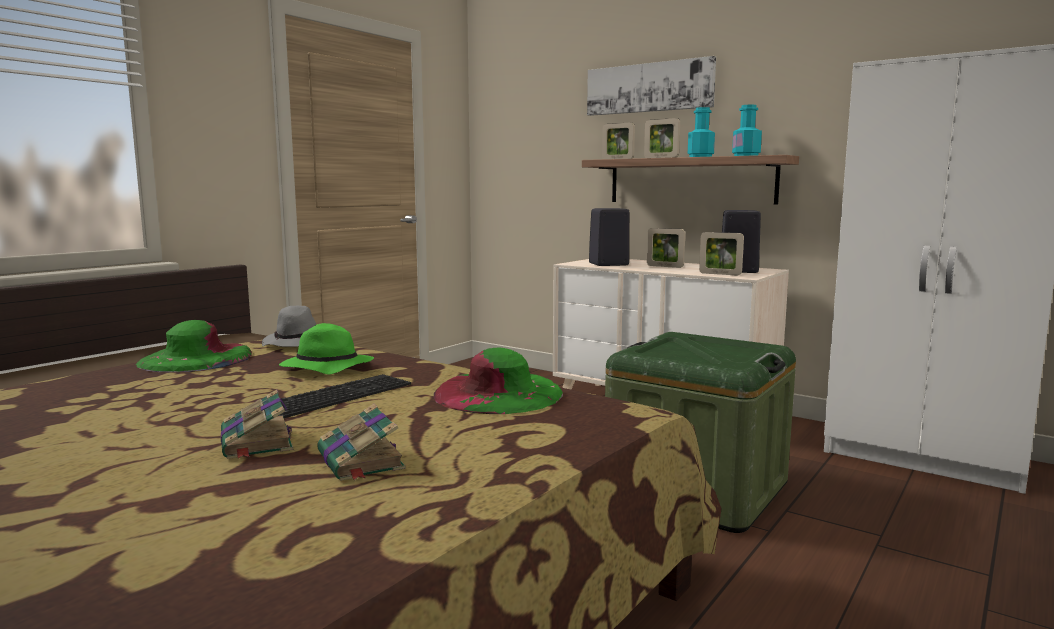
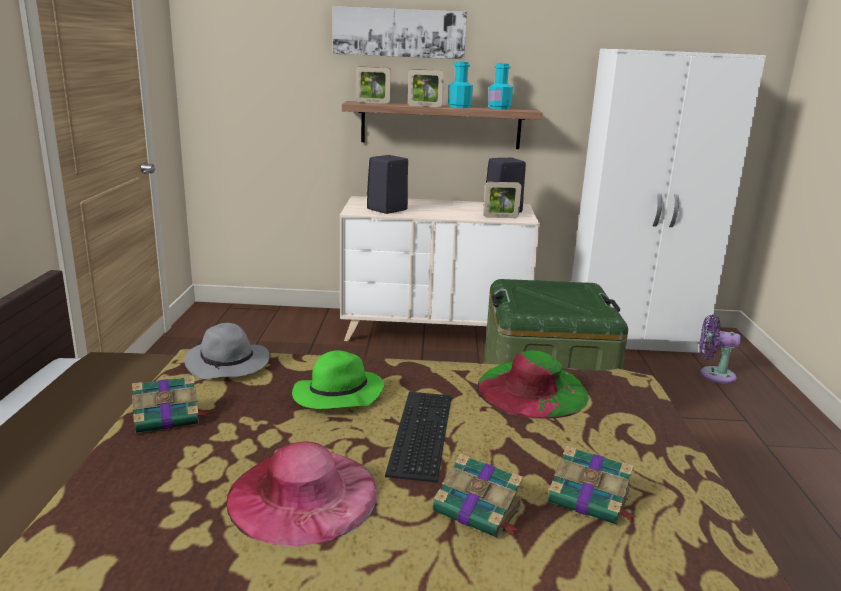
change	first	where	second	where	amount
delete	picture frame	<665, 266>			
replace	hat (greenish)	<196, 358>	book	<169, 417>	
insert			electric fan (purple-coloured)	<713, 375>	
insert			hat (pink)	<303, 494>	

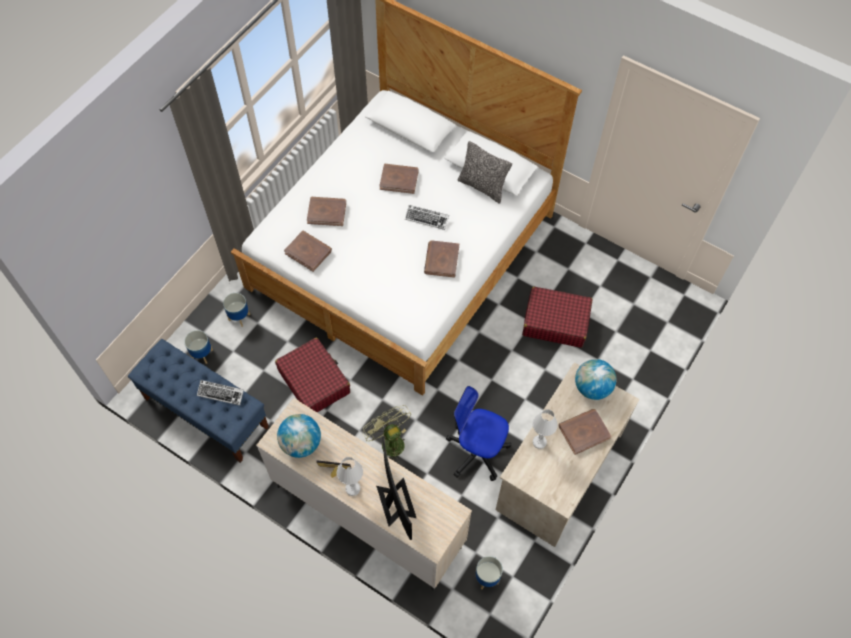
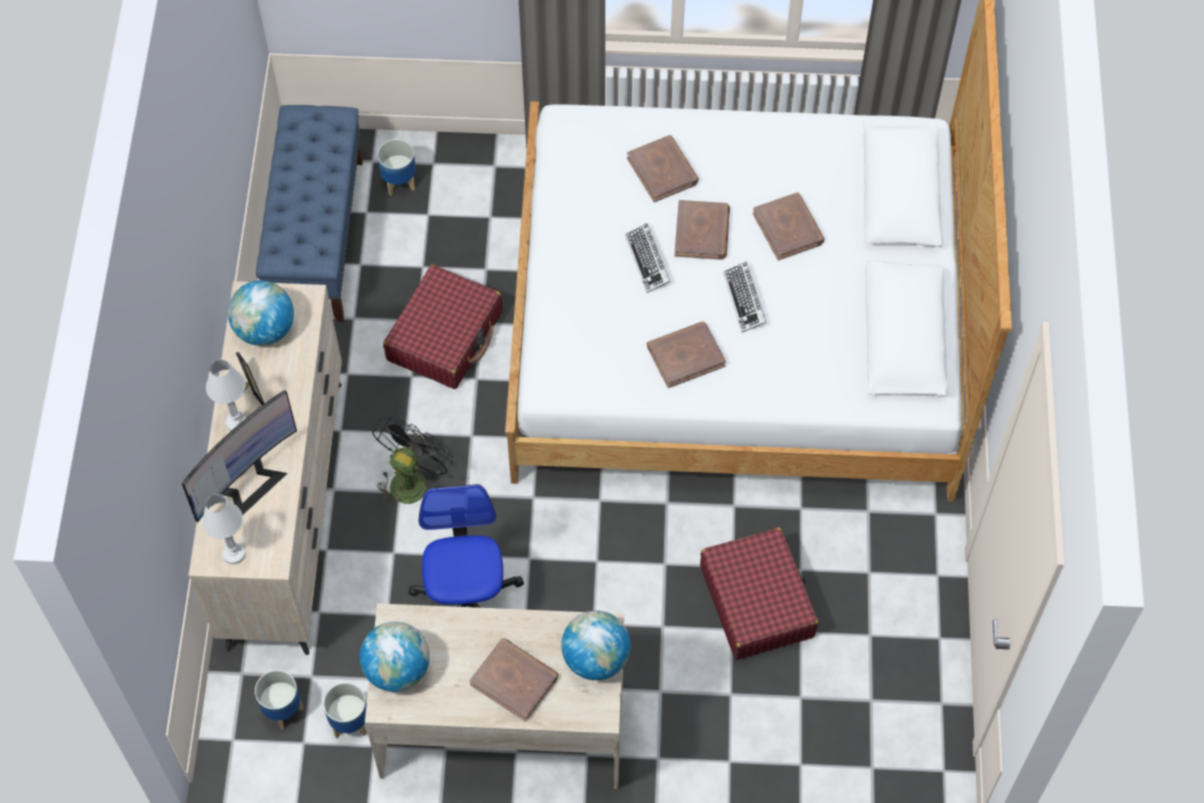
change	first	where	second	where	amount
delete	pillow	<482, 187>			
move	book (brown)	<308, 252>		<702, 232>	
move	flower pot	<239, 317>		<350, 722>	
move	PC keyboard	<221, 393>		<647, 260>	
recolor	electric fan (greenish)	<389, 442>	electric fan (black-coloured)	<411, 479>	
move	tabletop lamp (white)	<539, 442>		<234, 553>	
insert			desk globe	<397, 669>	

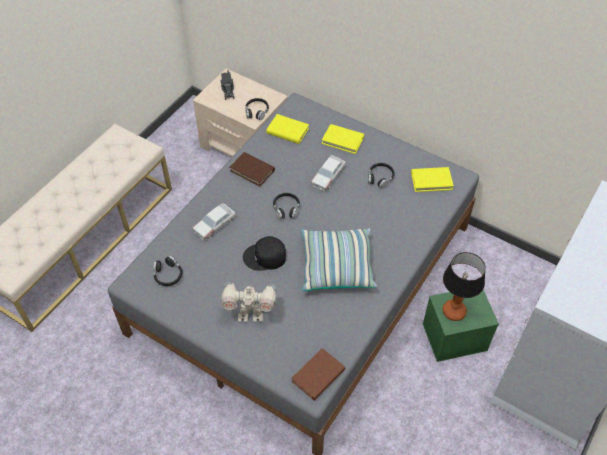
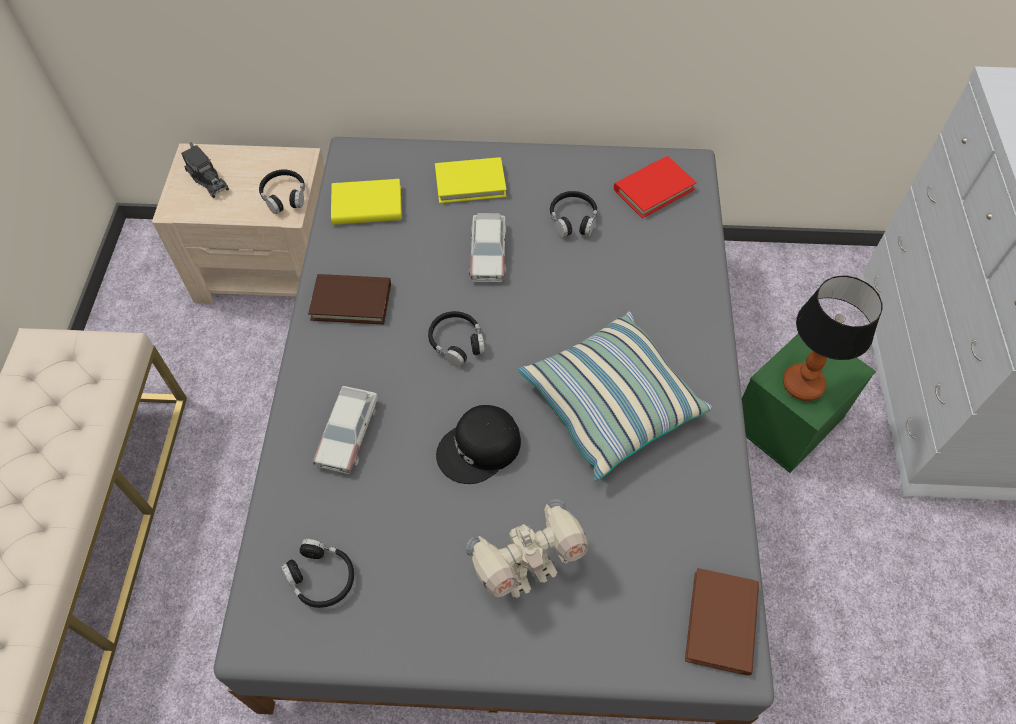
change	first	where	second	where	amount
recolor	book (yellowish)	<431, 181>	book (red-coloured)	<653, 189>	

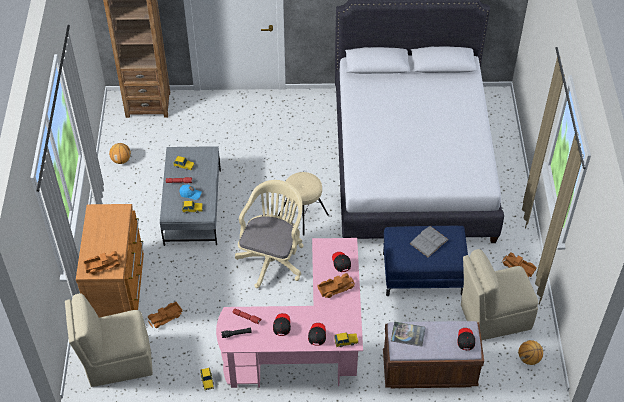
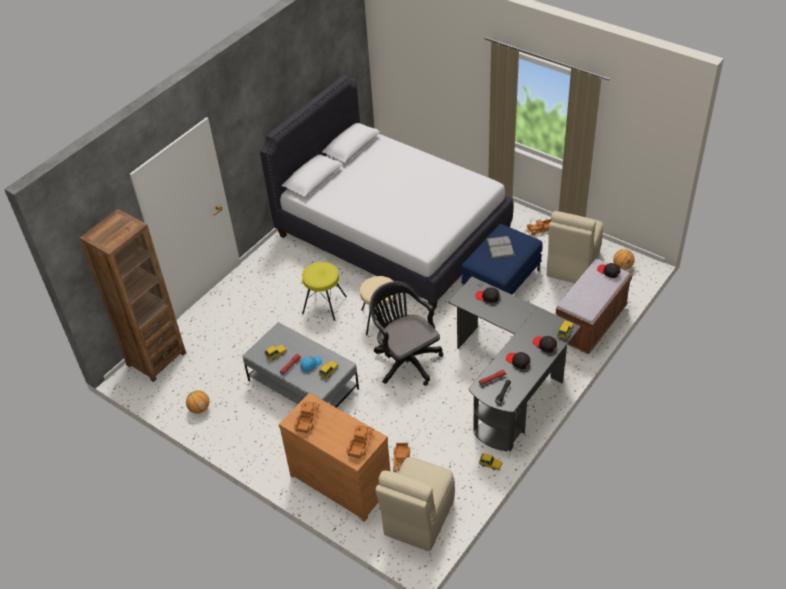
change	first	where	second	where	amount
recolor	office chair (sand-coloured)	<273, 258>	office chair (black-coloured)	<405, 360>	
recolor	desk (pink)	<306, 348>	desk (black-coloured)	<511, 384>	
move	toy lorry	<335, 287>		<306, 419>	
delete	book	<408, 334>			
insert			stool seat (yellowish)	<324, 305>	

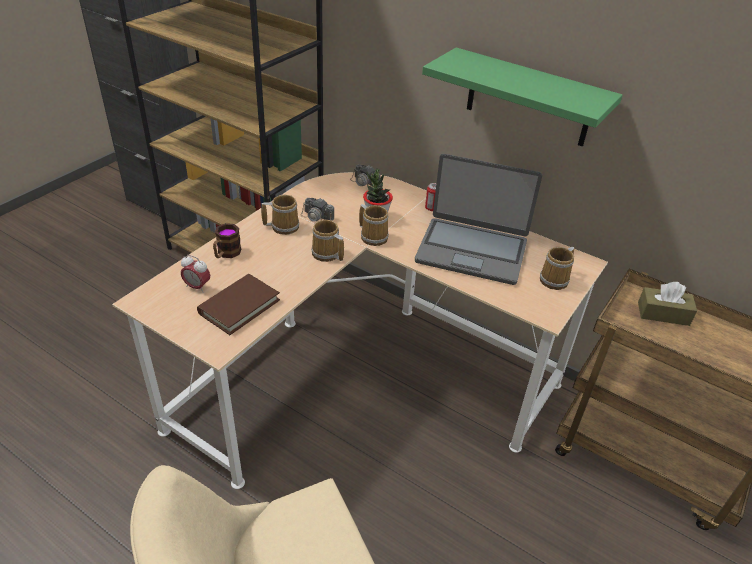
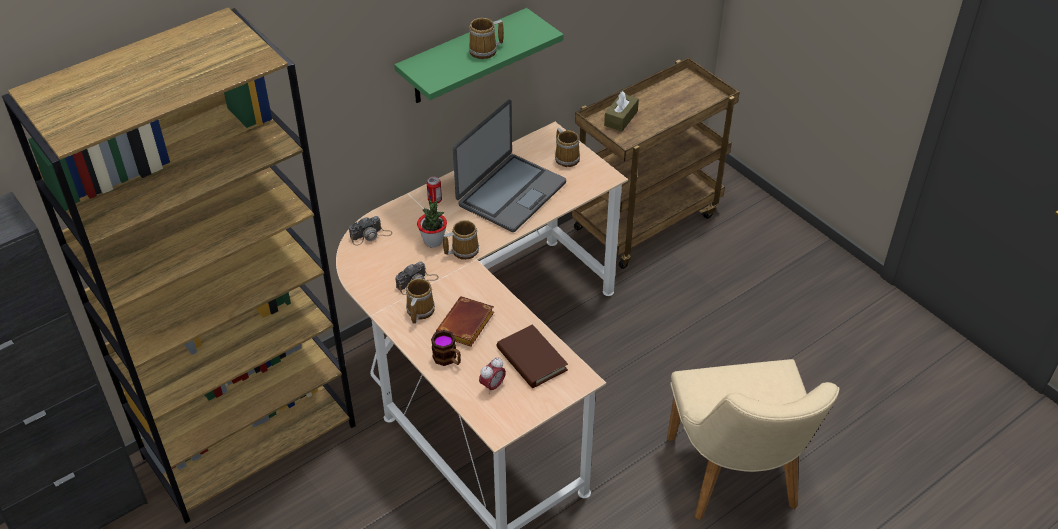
change	first	where	second	where	amount
move	mug	<326, 254>		<485, 51>	
insert			book (brown)	<466, 326>	

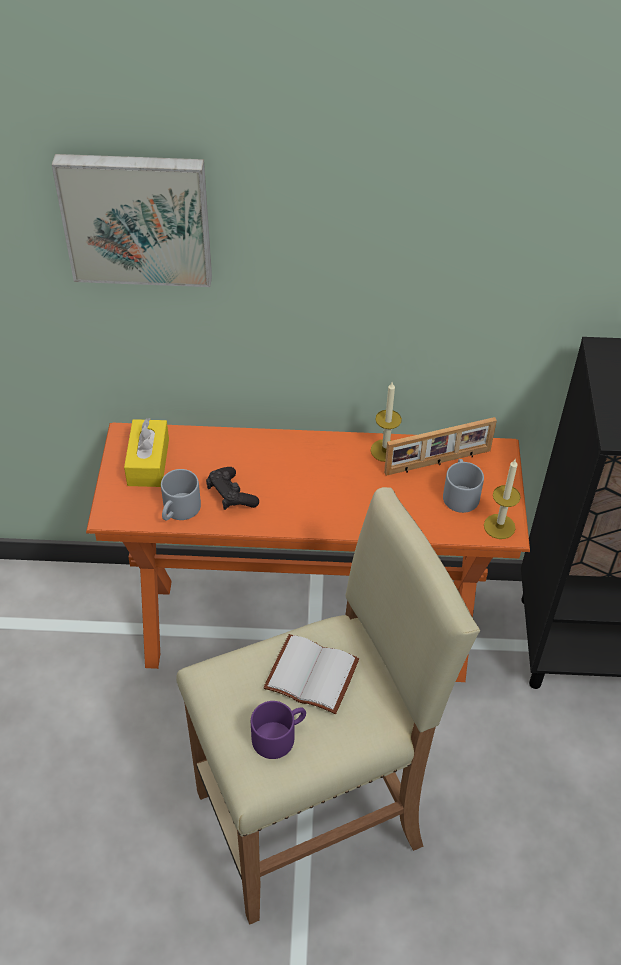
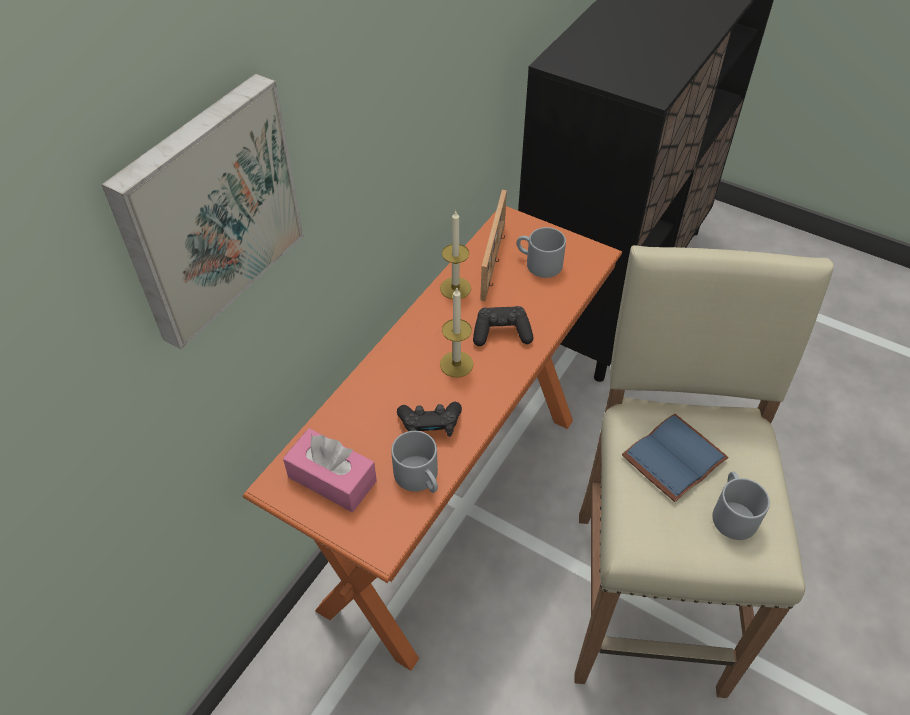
change	first	where	second	where	amount
recolor	tissue box (yellowish)	<148, 462>	tissue box (pink)	<332, 479>	
move	wax candle	<499, 526>		<456, 364>	
recolor	book (white)	<314, 673>	book (blue-coloured)	<673, 455>	
recolor	mug (purple-coloured)	<279, 735>	mug (grey)	<731, 512>	
insert			gamepad (black-coloured)	<501, 333>	

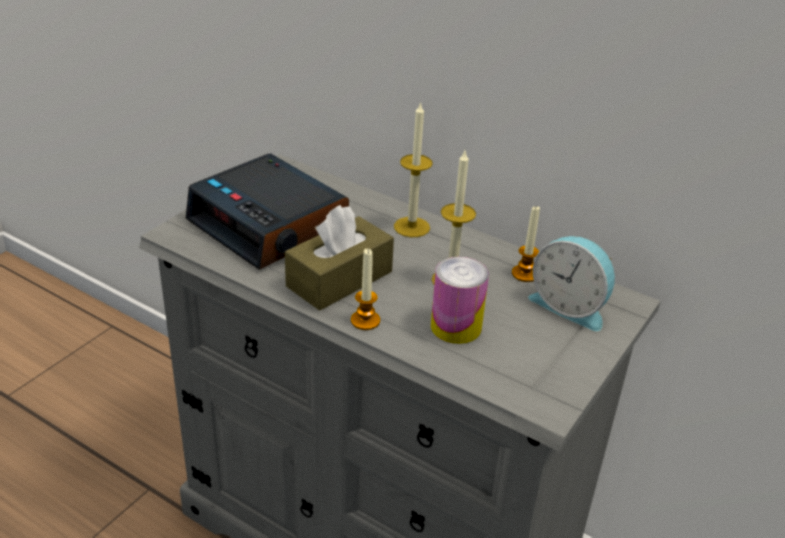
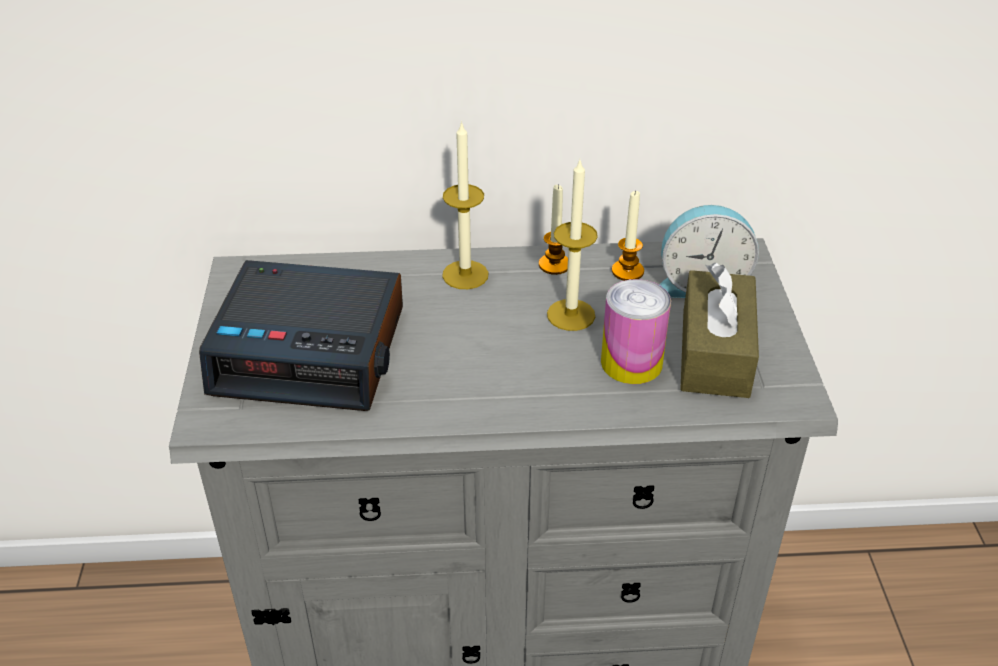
change	first	where	second	where	amount
move	tissue box (brown)	<339, 279>		<715, 353>	
move	wax candle	<365, 321>		<554, 265>	

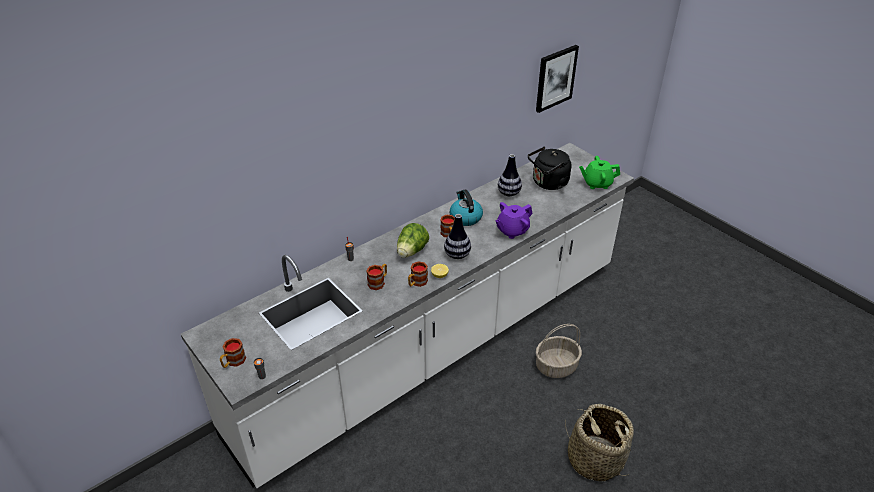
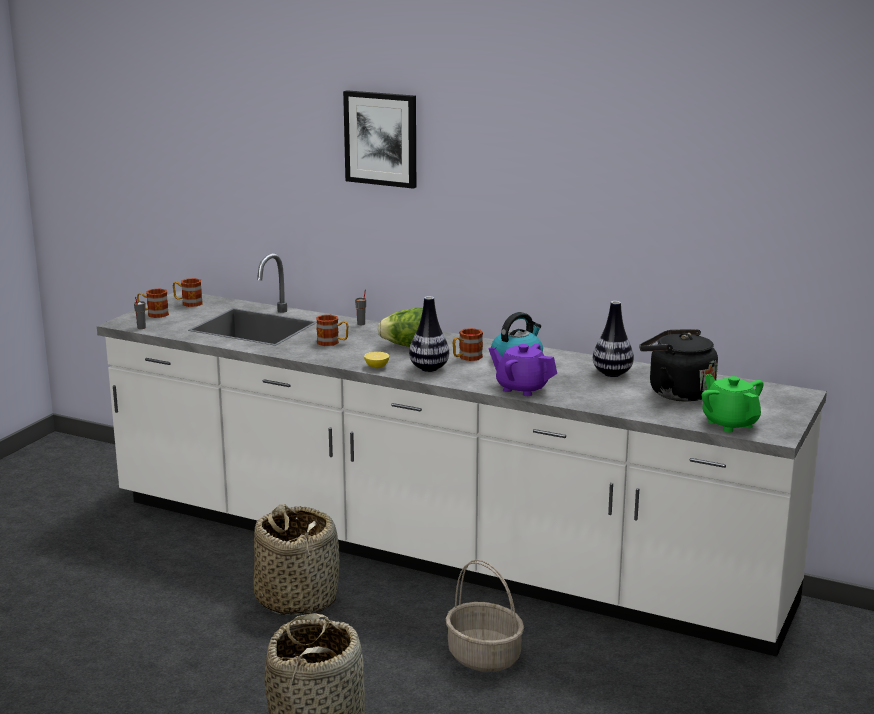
change	first	where	second	where	amount
move	wall art	<555, 78>		<381, 138>	
move	mug	<417, 283>		<188, 303>	
insert			storage basket	<297, 598>	

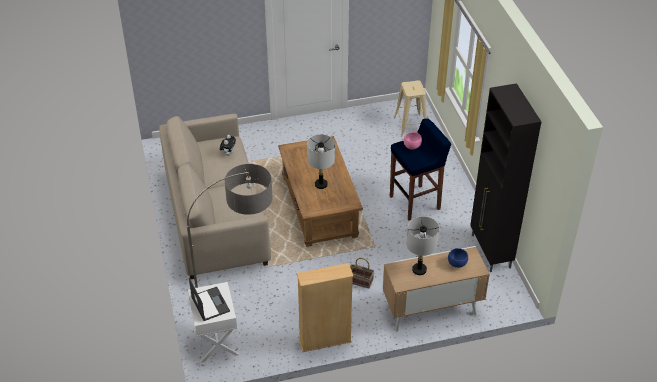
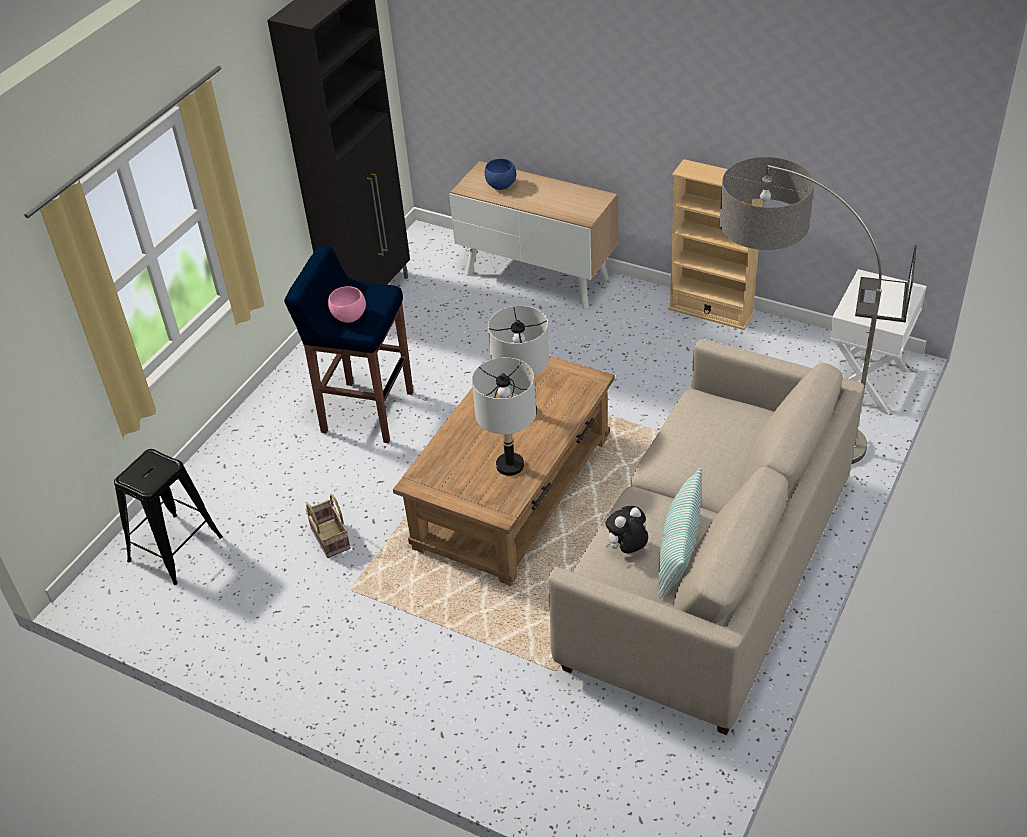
change	first	where	second	where	amount
recolor	stool seat (sand-coloured)	<410, 125>	stool seat (black-coloured)	<175, 549>	
move	tabletop lamp (grey)	<419, 270>		<510, 466>	
move	storage basket	<361, 281>		<329, 538>	
insert			pillow	<679, 551>	

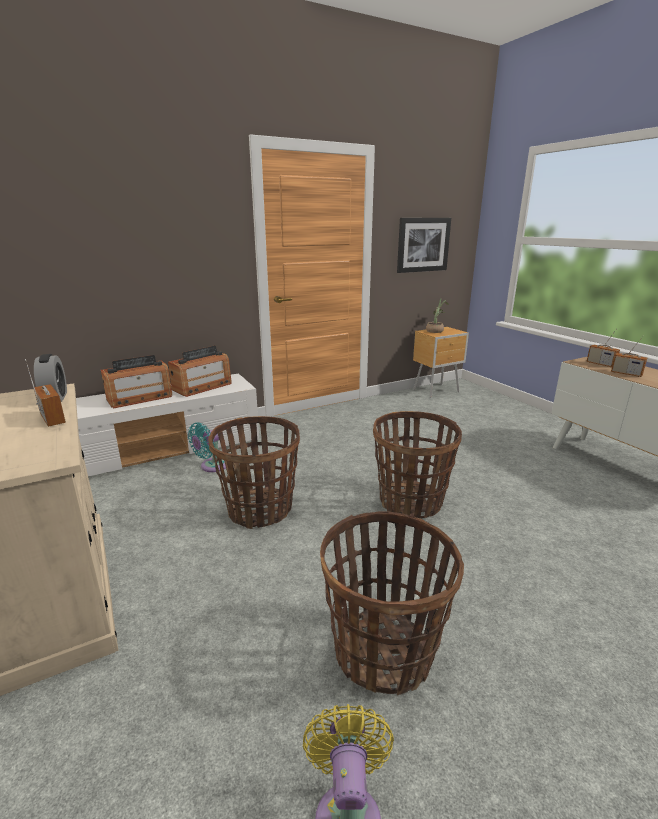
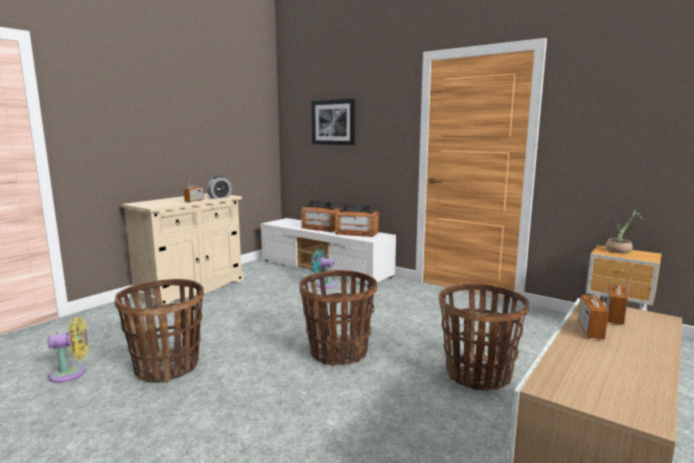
change	first	where	second	where	amount
move	wall art	<423, 245>		<333, 122>	
move	storage basket	<260, 509>		<478, 375>	

